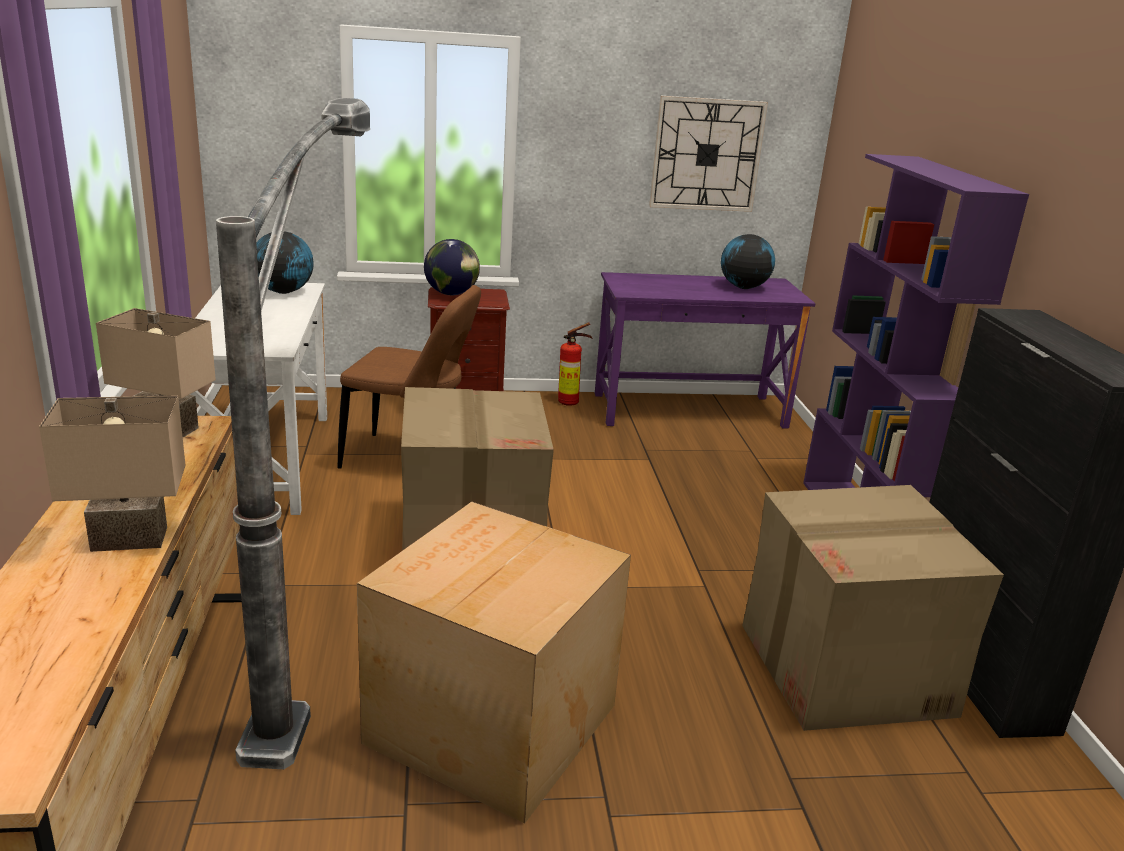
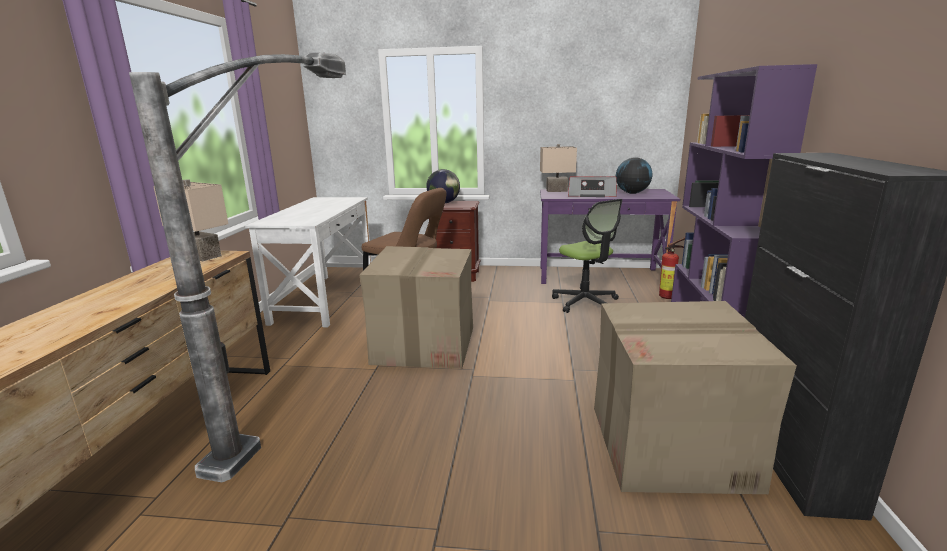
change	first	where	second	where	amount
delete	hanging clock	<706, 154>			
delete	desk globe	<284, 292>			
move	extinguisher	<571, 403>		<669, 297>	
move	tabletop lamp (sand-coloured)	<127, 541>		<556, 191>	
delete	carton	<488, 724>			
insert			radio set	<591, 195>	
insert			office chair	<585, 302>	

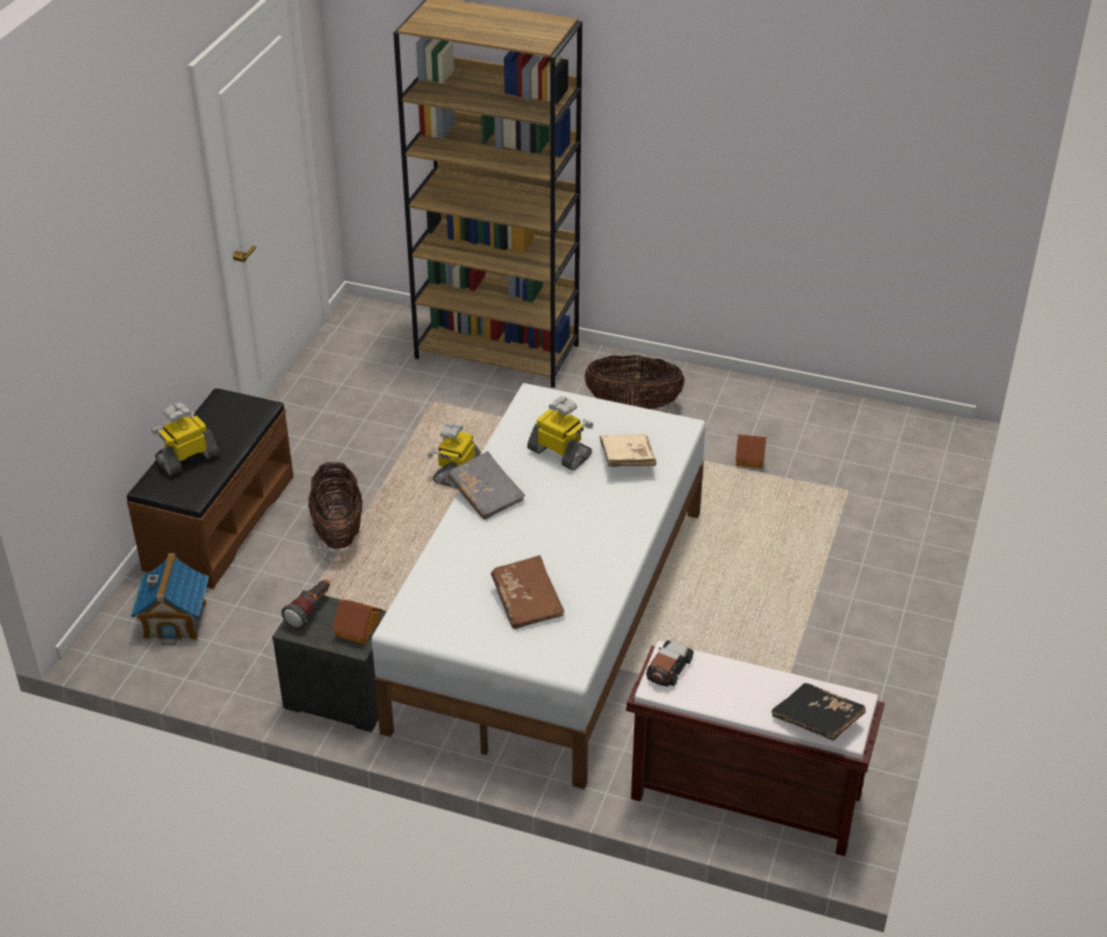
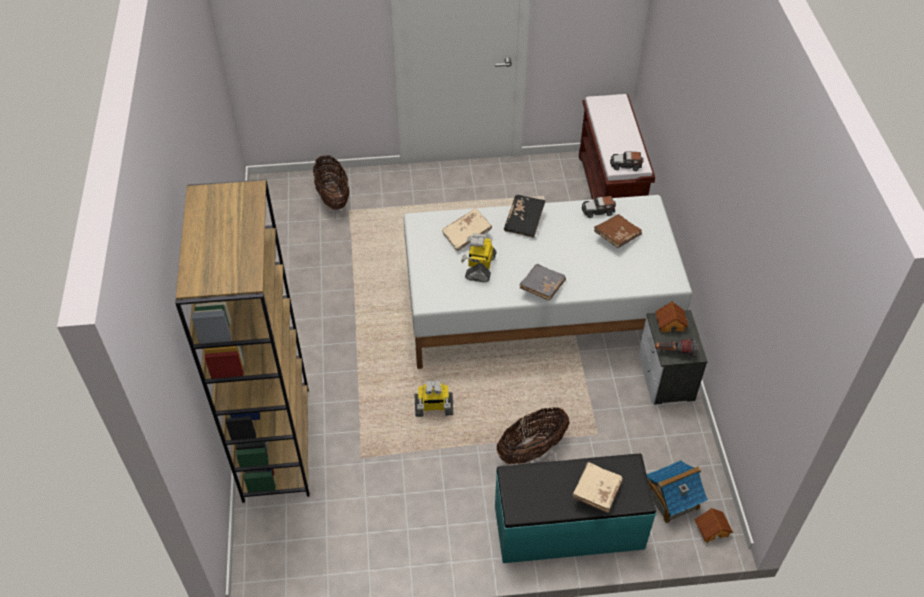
change	first	where	second	where	amount
move	storage basket	<633, 405>		<333, 197>	
recolor	indoor bench (brown)	<218, 522>	indoor bench (turquoise-coloured)	<568, 528>	
replace	toy robot	<187, 458>	book (sand-coloured)	<596, 492>	
move	toy house	<750, 458>		<712, 529>	
move	book (black-coloured)	<817, 721>		<524, 221>	
insert			miniature car	<598, 211>	

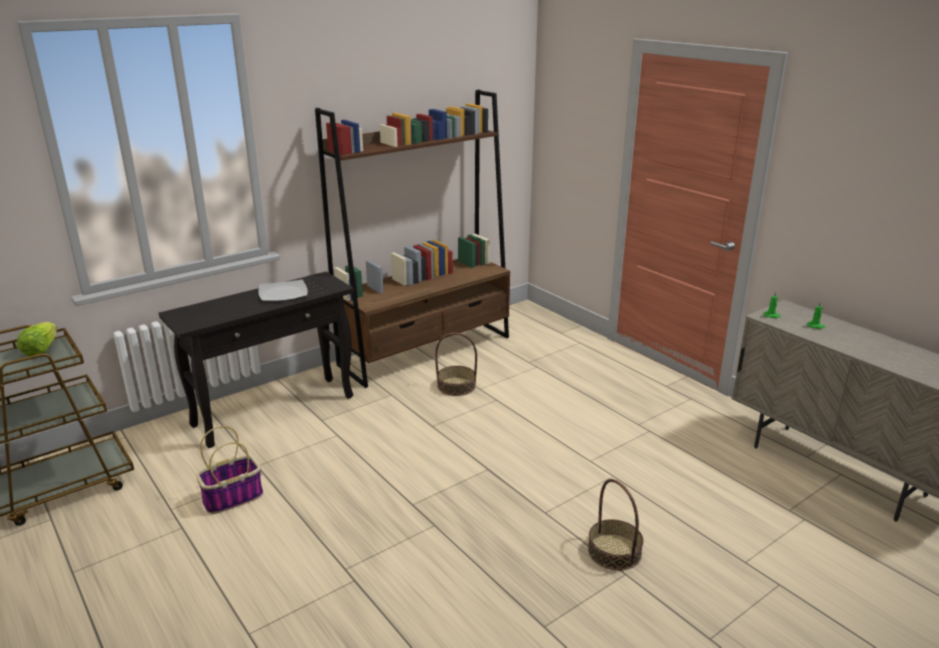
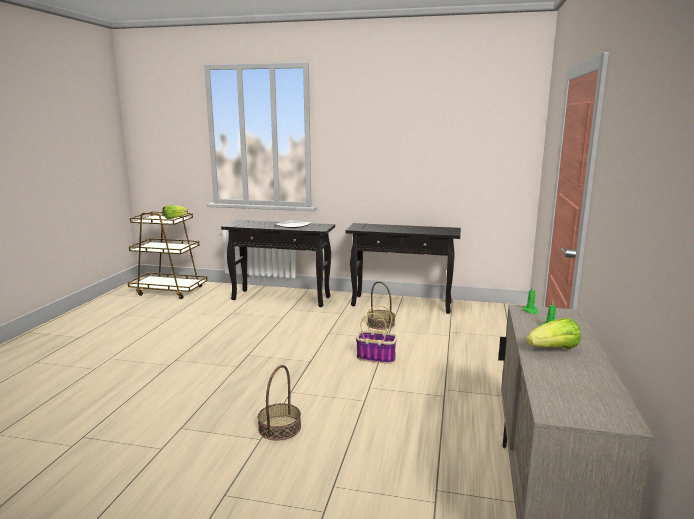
change	first	where	second	where	amount
replace	bookcase (brown)	<426, 351>	hall table (black-coloured)	<402, 304>	
move	storage basket	<233, 497>		<377, 357>	
insert			lettuce head	<554, 349>	

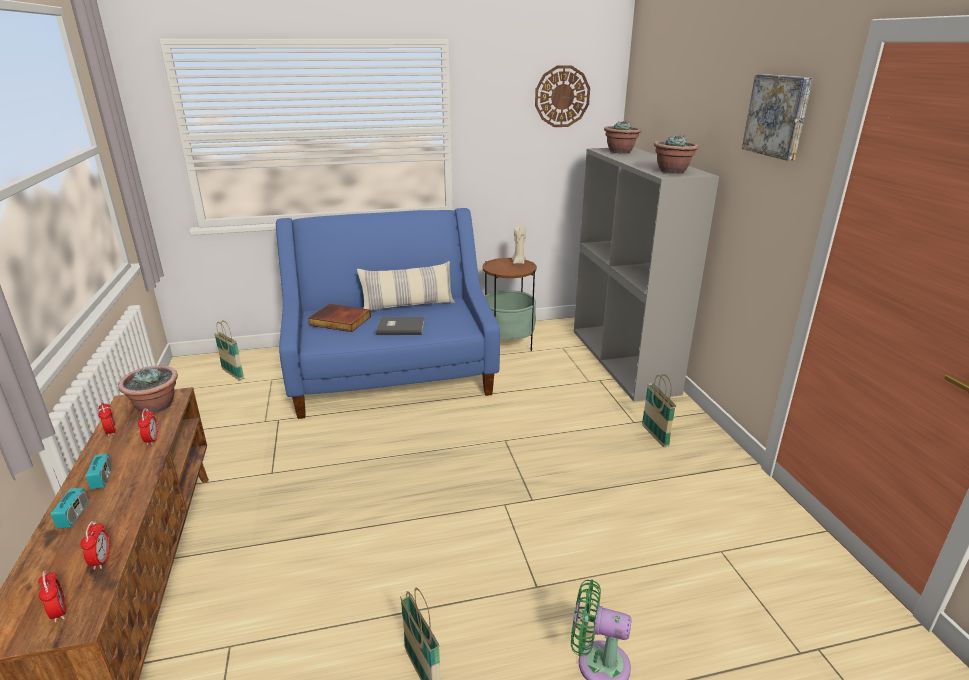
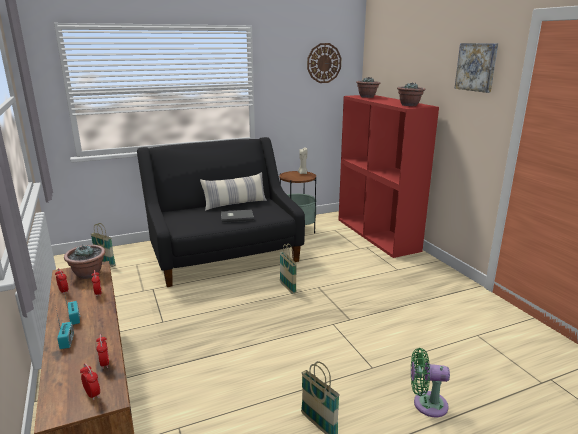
change	first	where	second	where	amount
recolor	bookcase (grey)	<624, 360>	bookcase (red-coloured)	<378, 235>	
recolor	settee (blue-coloured)	<391, 376>	settee (black-coloured)	<224, 255>	
delete	book	<339, 321>			
move	storage basket	<655, 436>		<287, 287>	

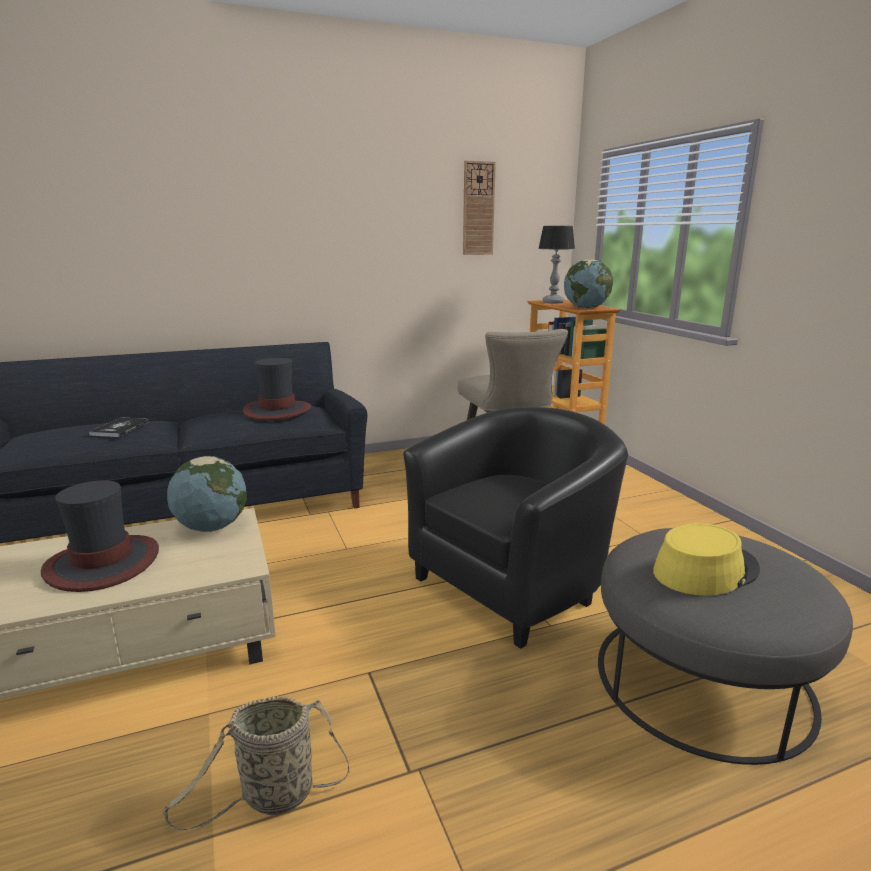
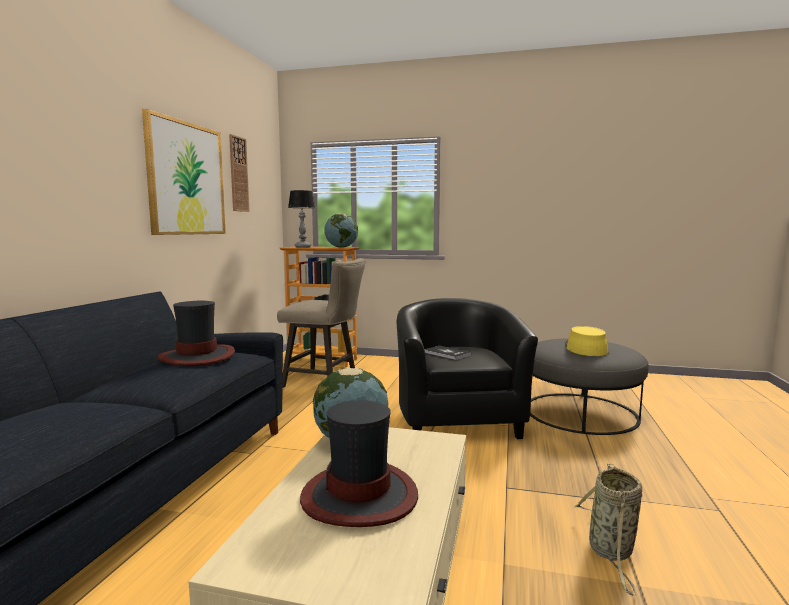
change	first	where	second	where	amount
move	book	<120, 428>		<447, 353>	
insert			wall art	<186, 179>	

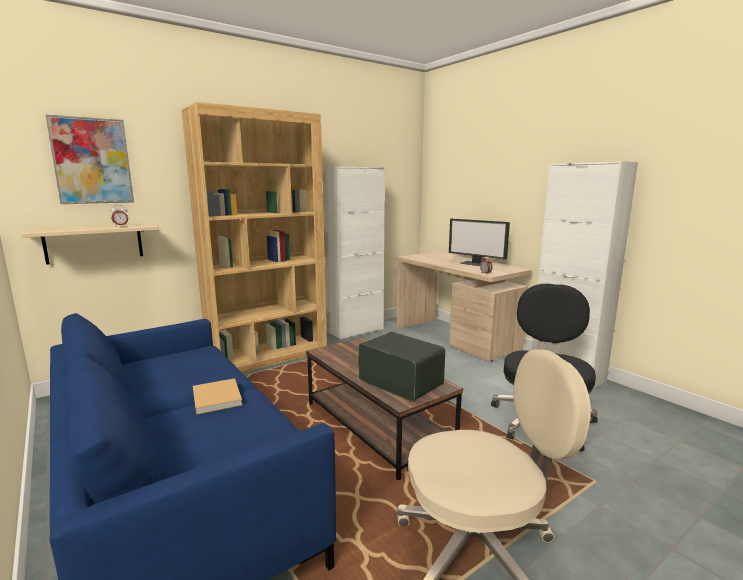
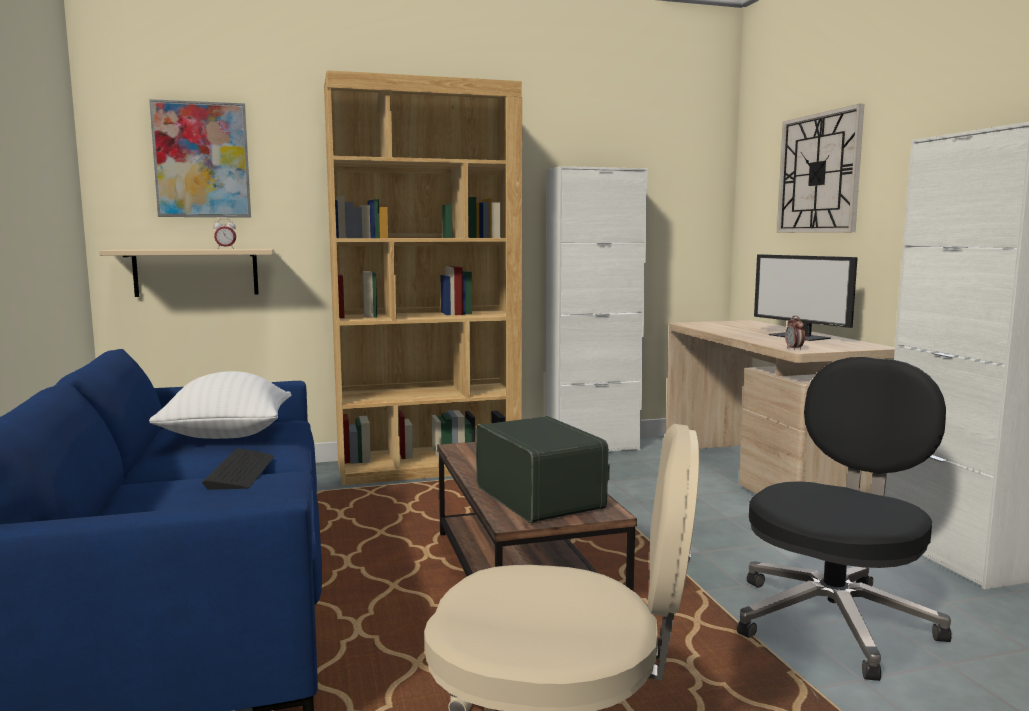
change	first	where	second	where	amount
replace	book (sand-coloured)	<216, 397>	PC keyboard	<240, 471>	
insert			hanging clock	<819, 173>	
insert			pillow (white)	<227, 437>	

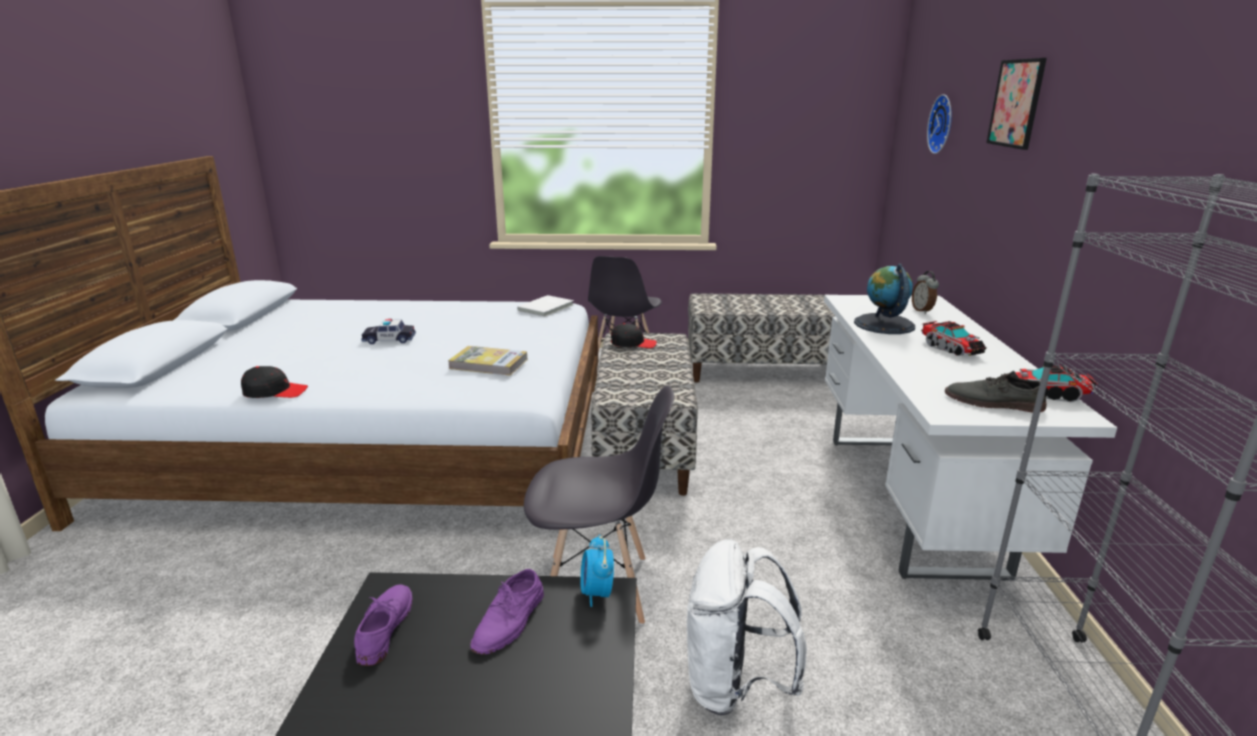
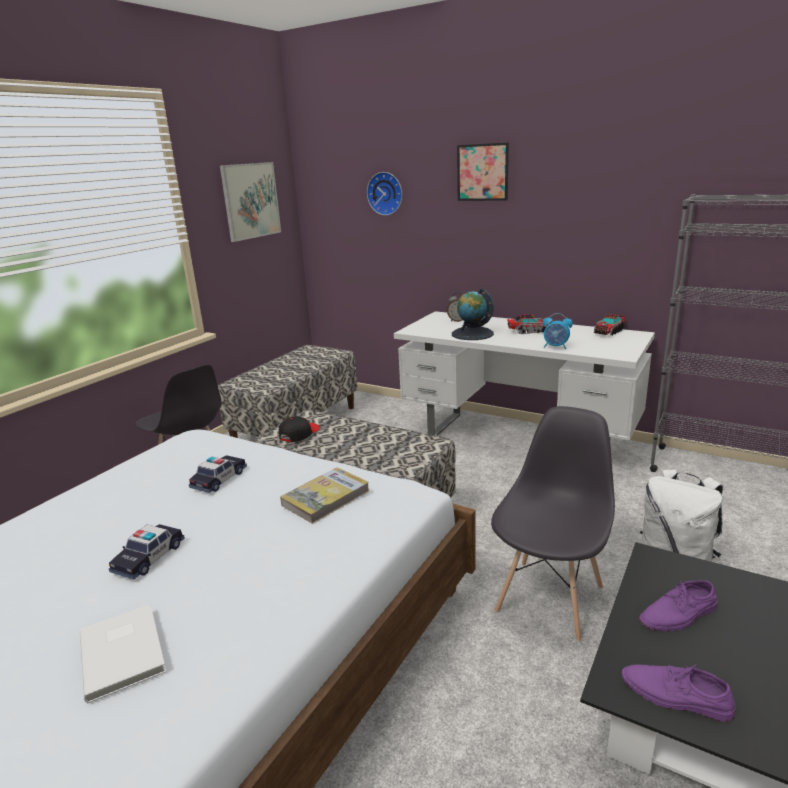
change	first	where	second	where	amount
move	book (white)	<547, 308>		<125, 651>	
delete	baseball cap (black-coloured)	<275, 392>			
delete	item of footwear (grey)	<993, 403>			
move	bedside clock	<597, 593>		<556, 347>	
rotate	item of footwear (purple-coloured)	<510, 621>		<679, 615>	105 degrees clockwise
insert			wall art	<251, 201>	
insert			miniature car	<219, 479>	

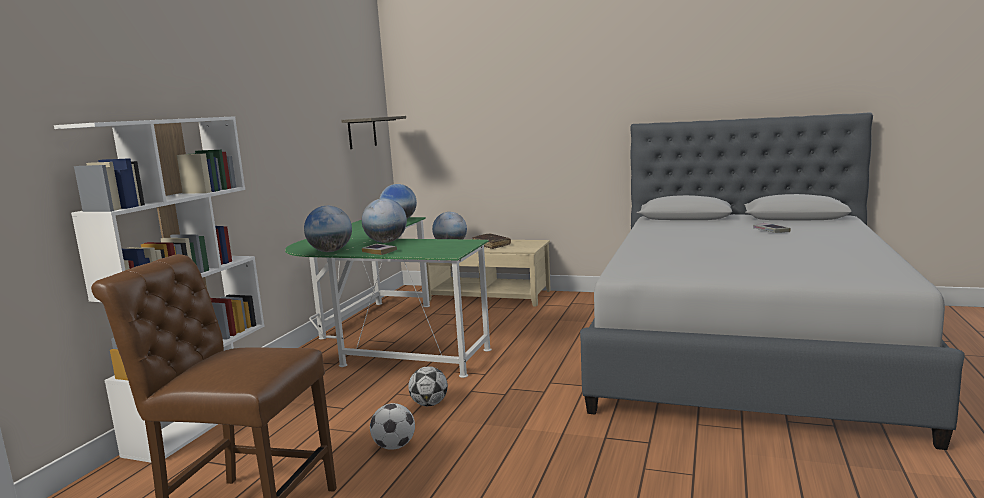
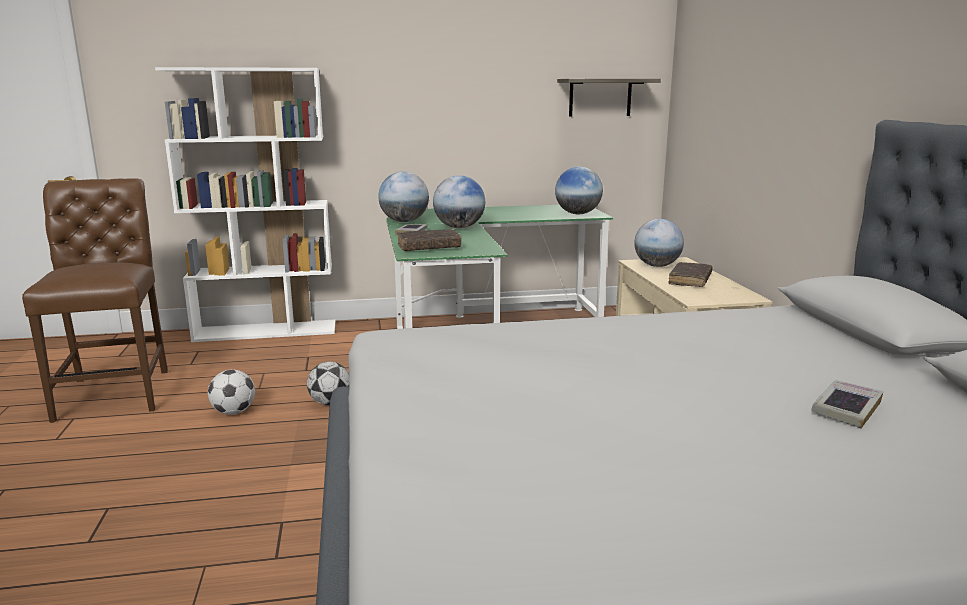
change	first	where	second	where	amount
insert			book (brown)	<429, 247>	

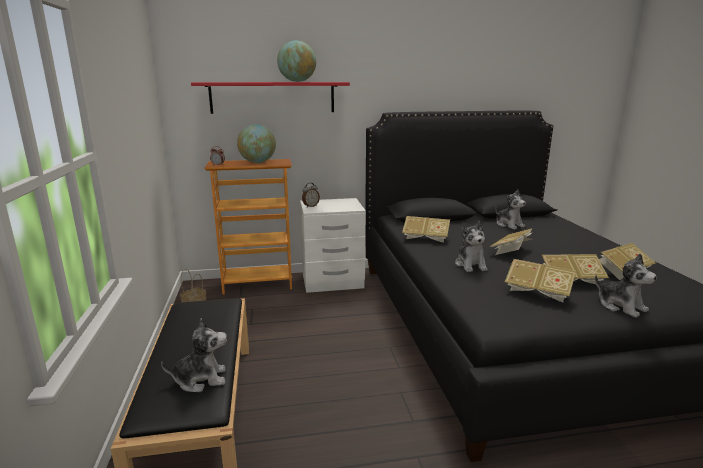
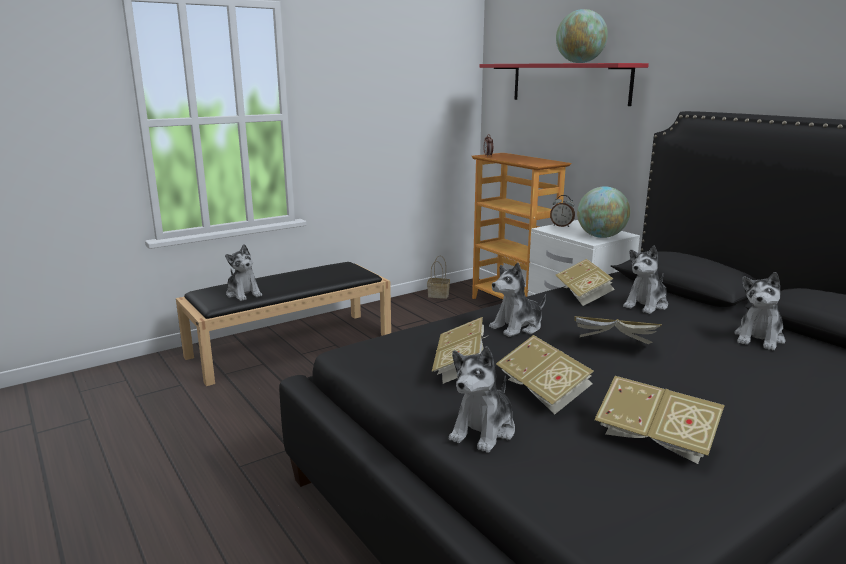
change	first	where	second	where	amount
move	desk globe	<257, 162>		<601, 236>	
insert			soft toy	<646, 305>	

